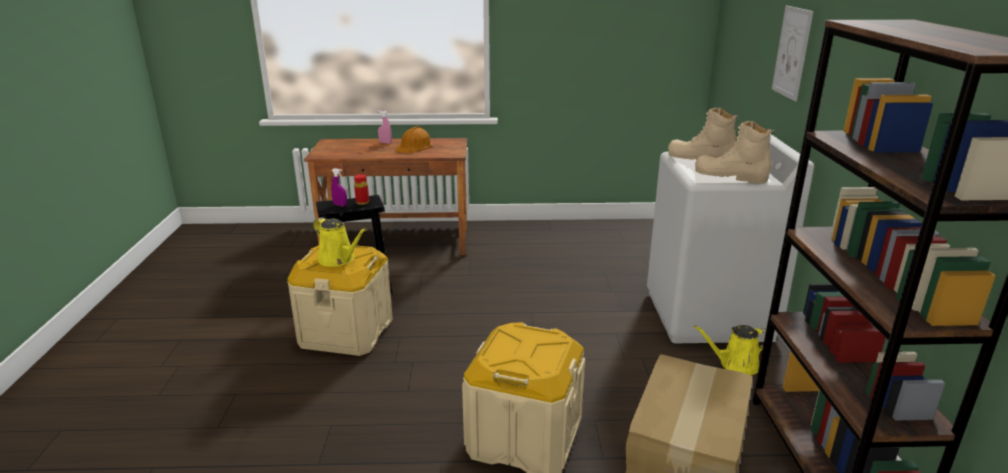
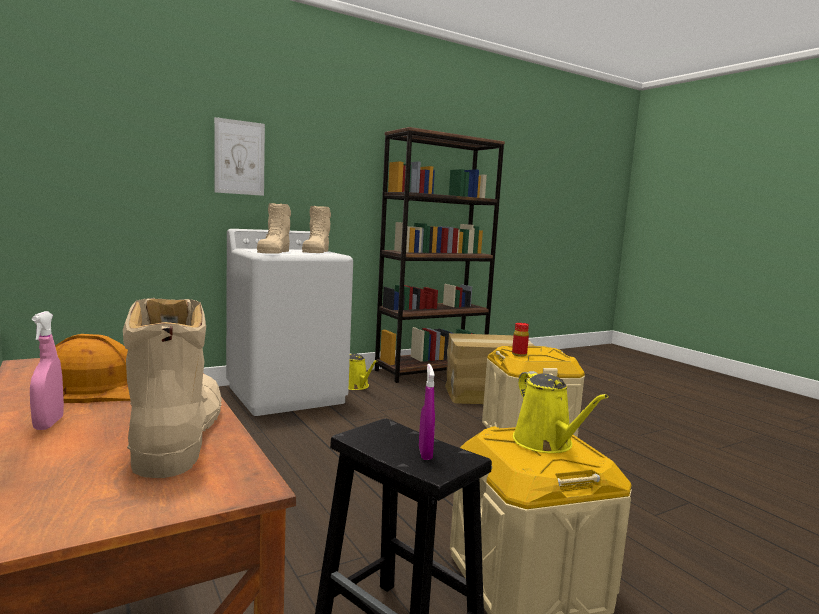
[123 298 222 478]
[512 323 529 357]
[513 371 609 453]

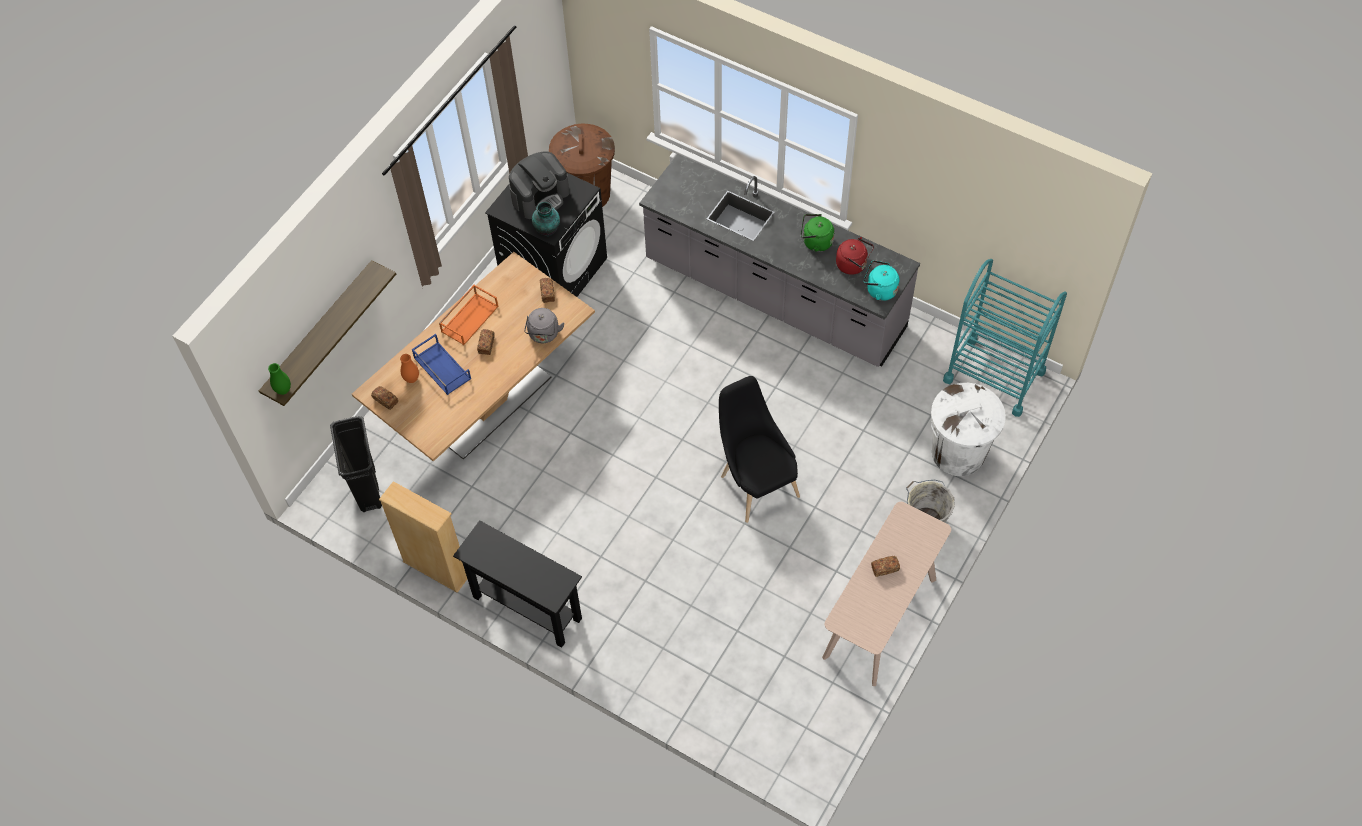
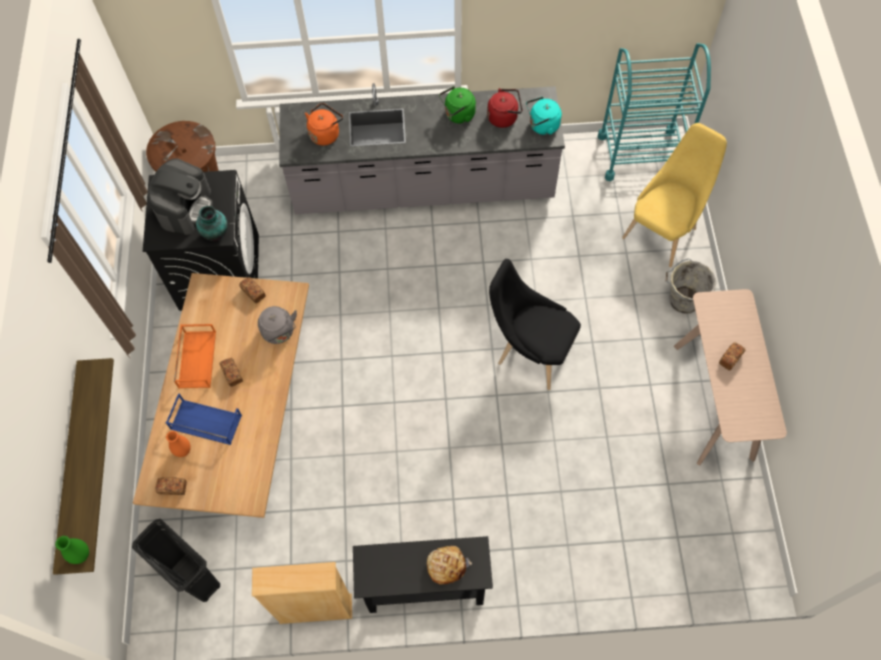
[305 103 343 145]
[427 546 472 585]
[622 123 727 267]

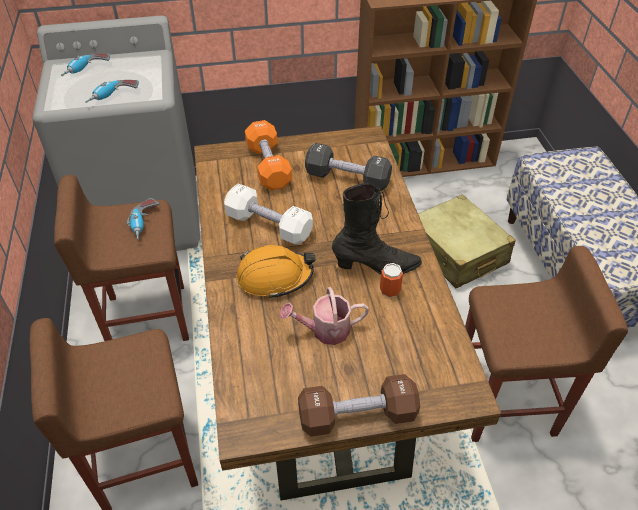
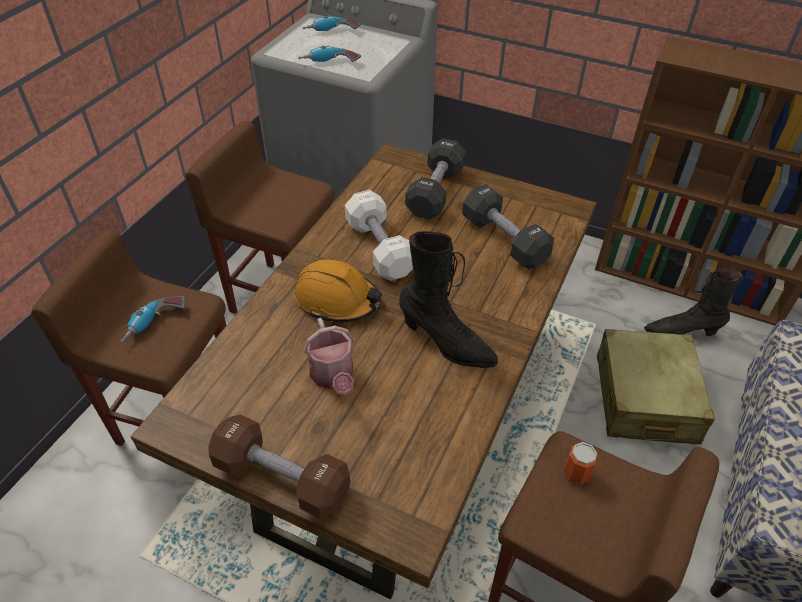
[644 267 743 336]
[120 296 185 342]
[564 442 598 485]
[405 138 466 219]
[304 318 354 395]

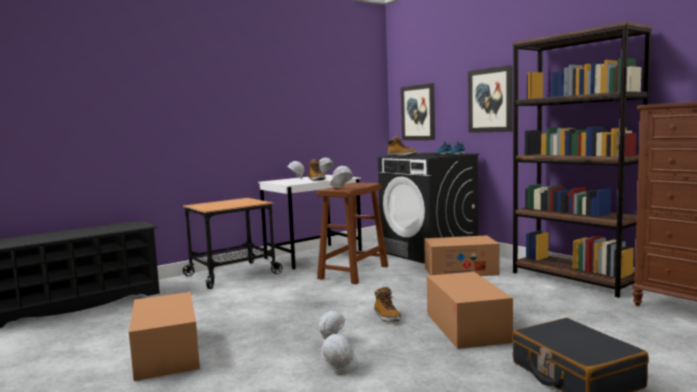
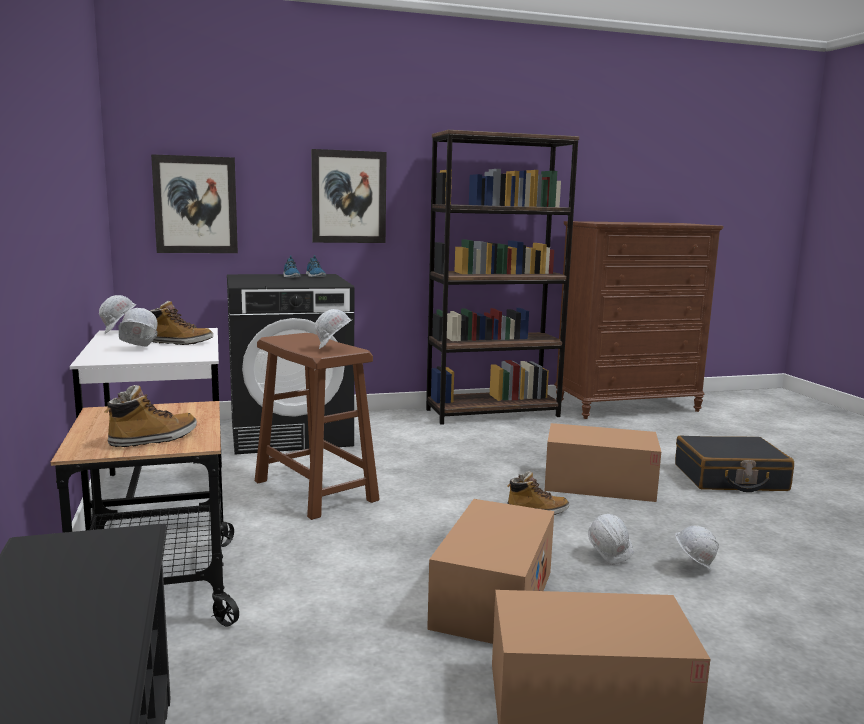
[105 385 197 447]
[427 499 554 644]

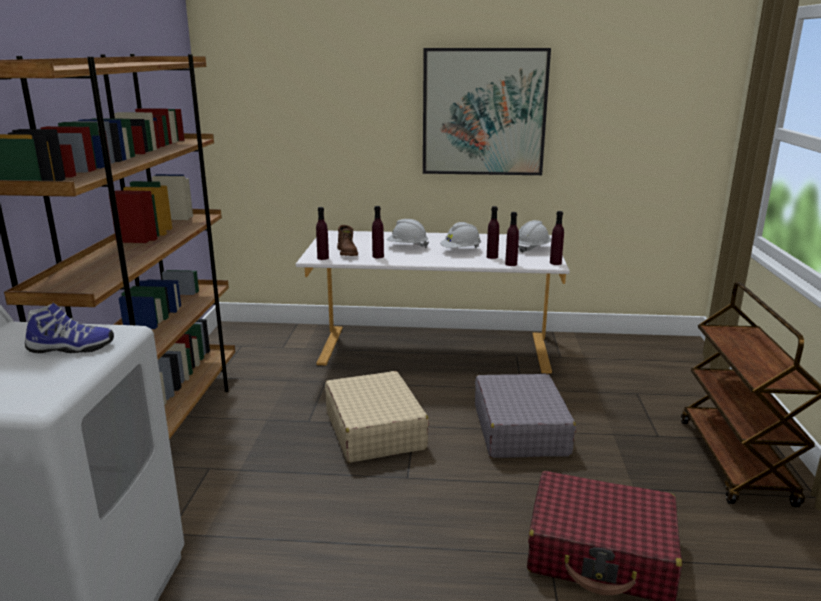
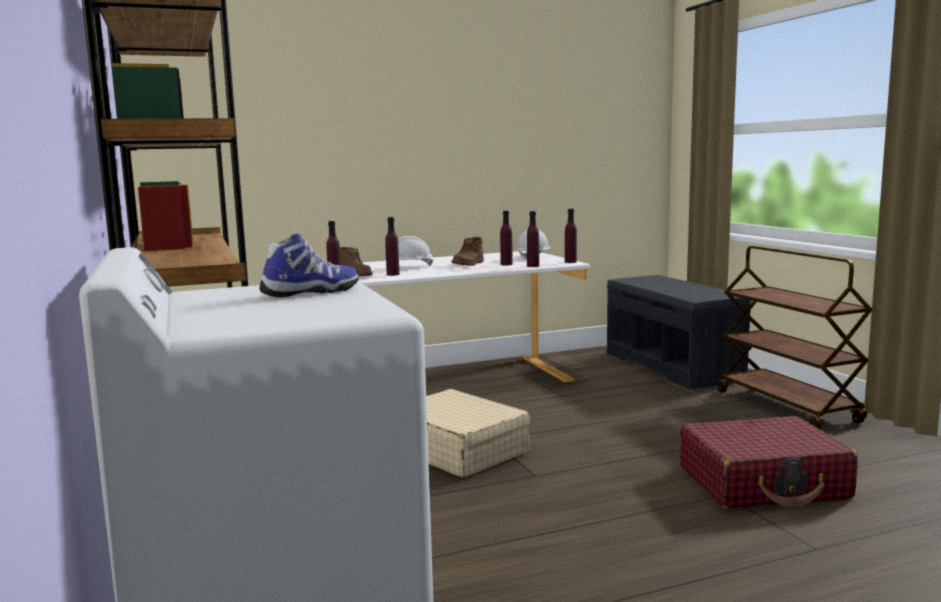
[423 48 551 175] (first image)
[475 374 576 458] (first image)
[607 275 752 390]
[451 237 484 266]

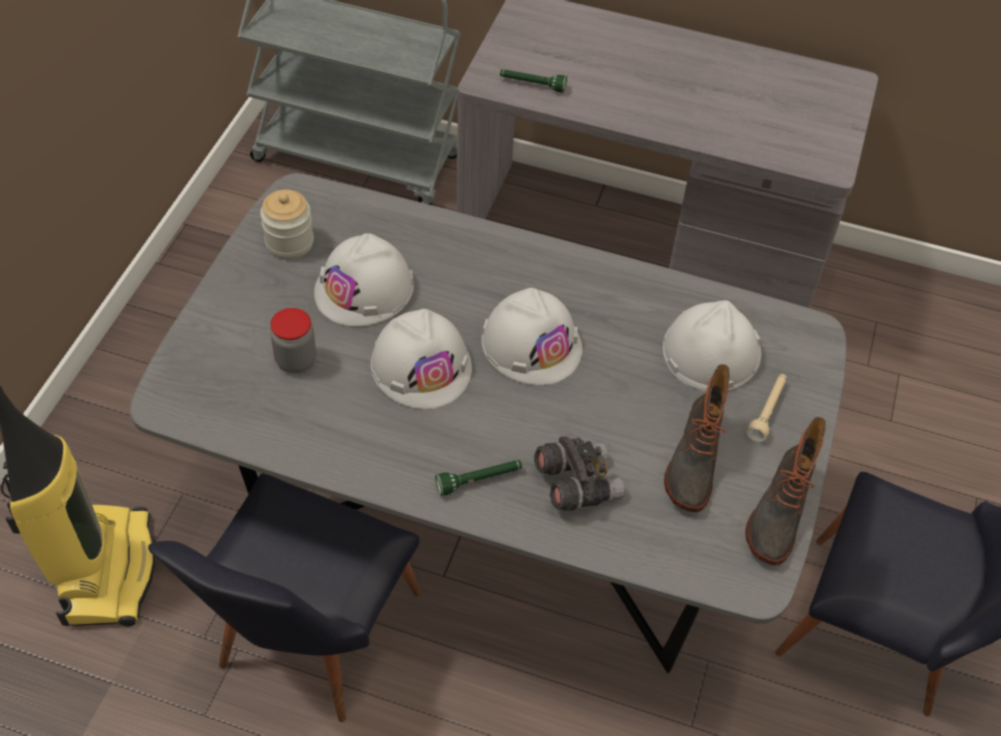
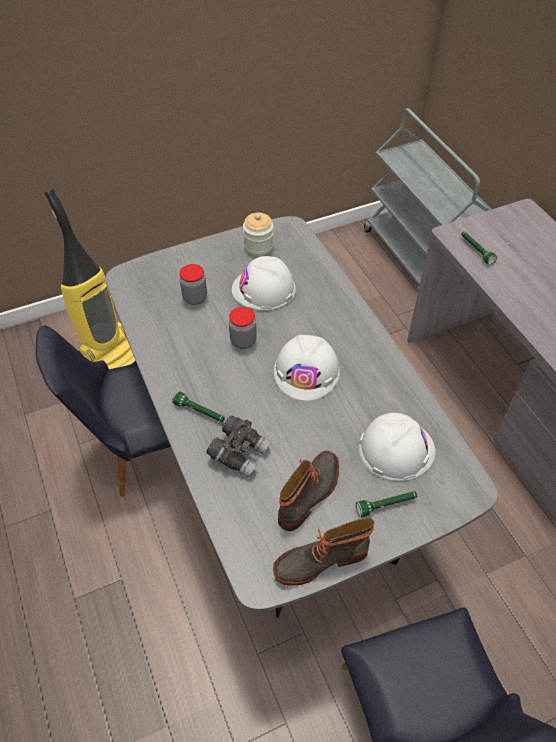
[229 307 257 349]
[356 491 417 517]
[278 450 339 531]

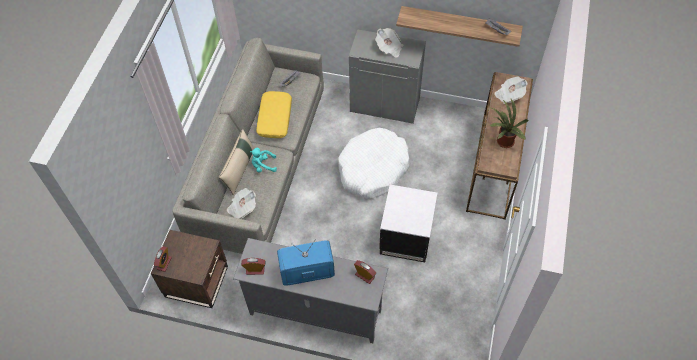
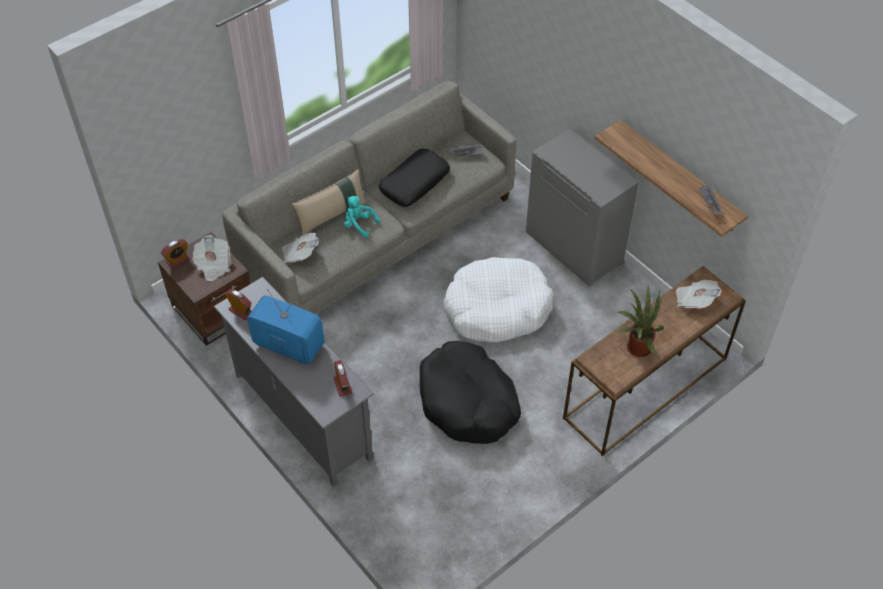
[192 235 231 281]
[420 341 521 444]
[379 149 450 207]

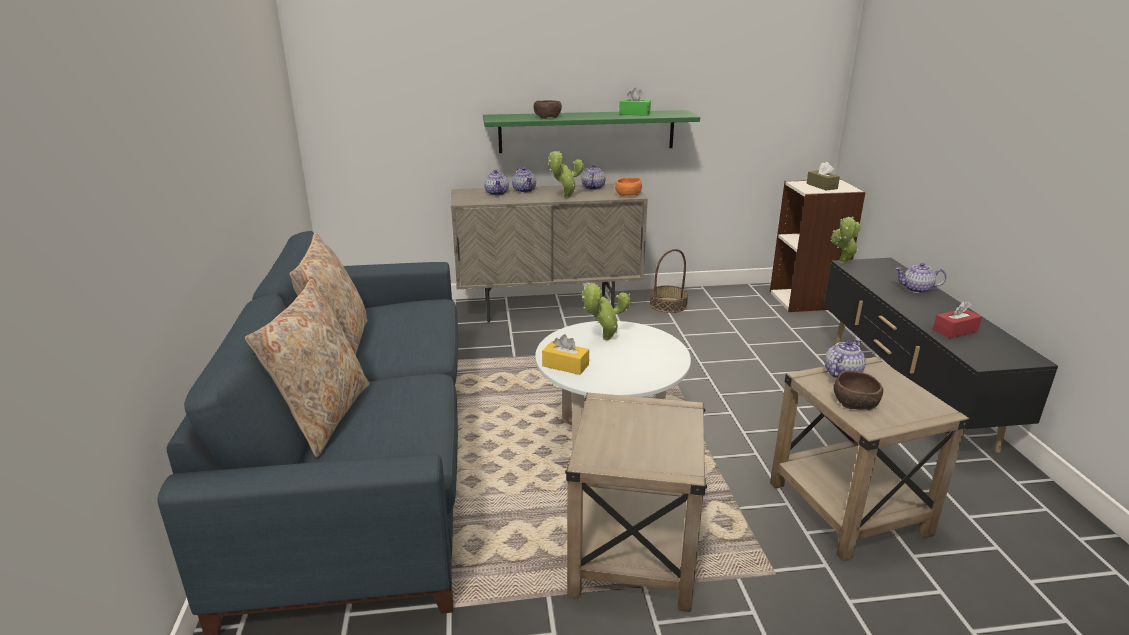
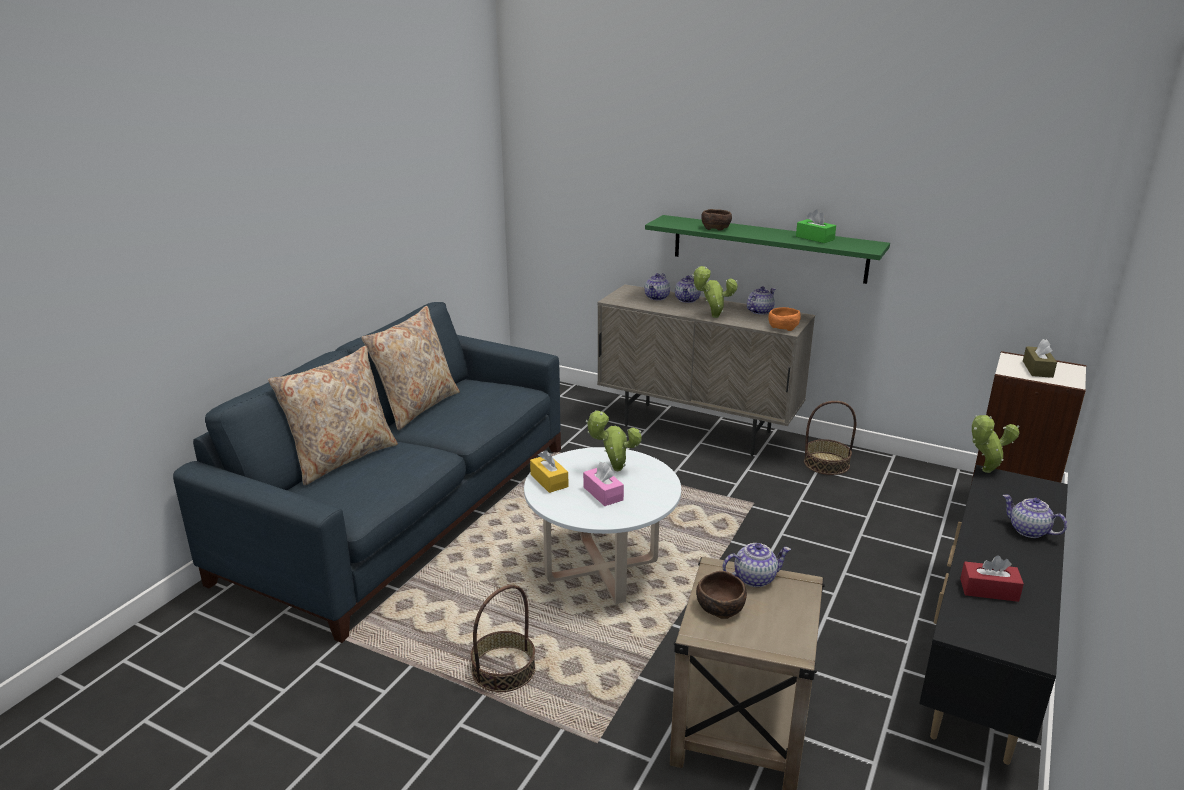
[583 462 624 506]
[470 585 535 692]

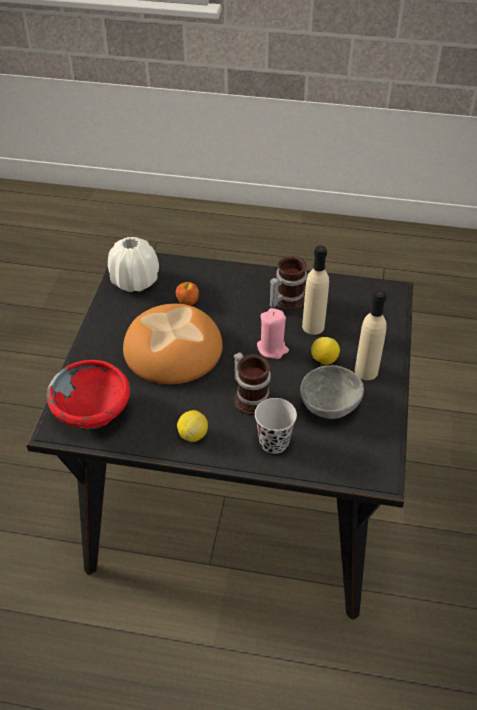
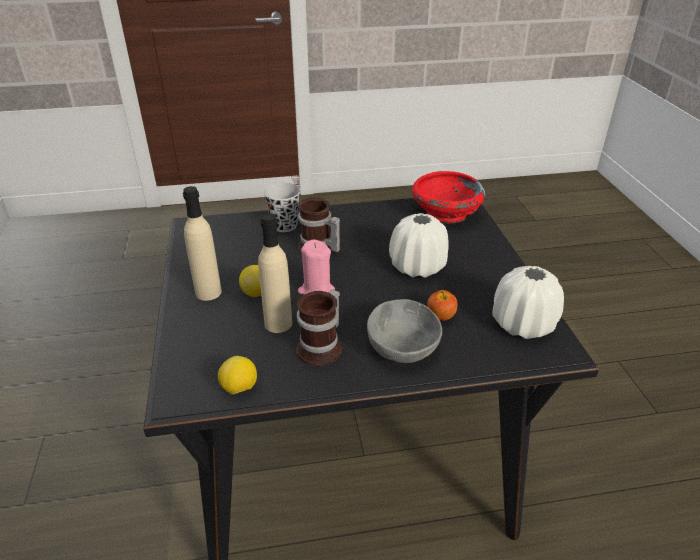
[218 356 257 394]
[367 299 442 363]
[389 213 449 278]

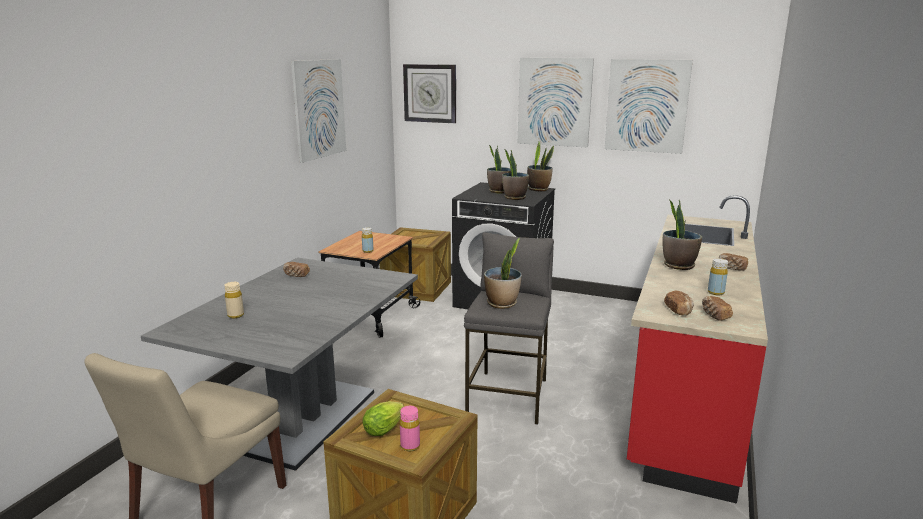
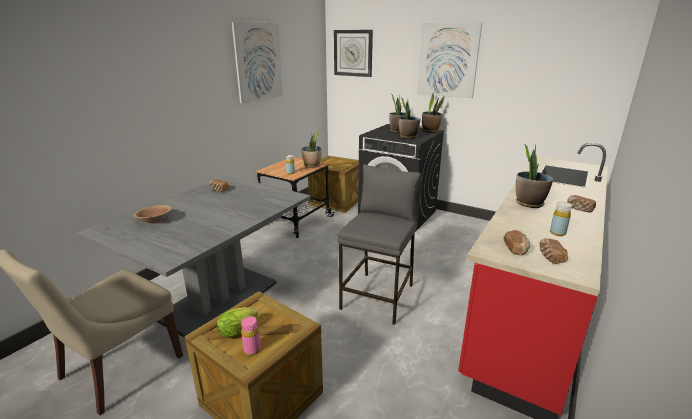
[605 59 693 154] (first image)
[301 129 322 168]
[133 205 172 223]

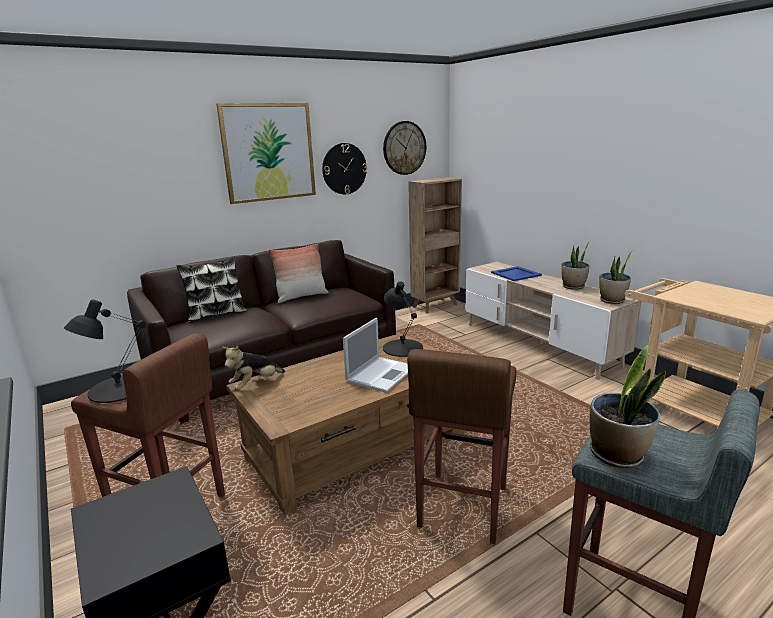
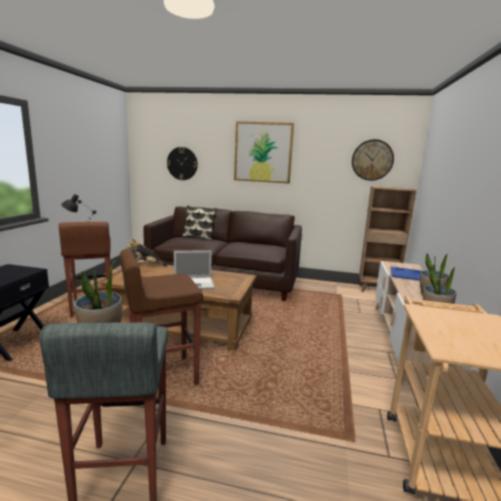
[268 243 328 303] (first image)
[383 281 423 357] (first image)
[167 147 198 180]

